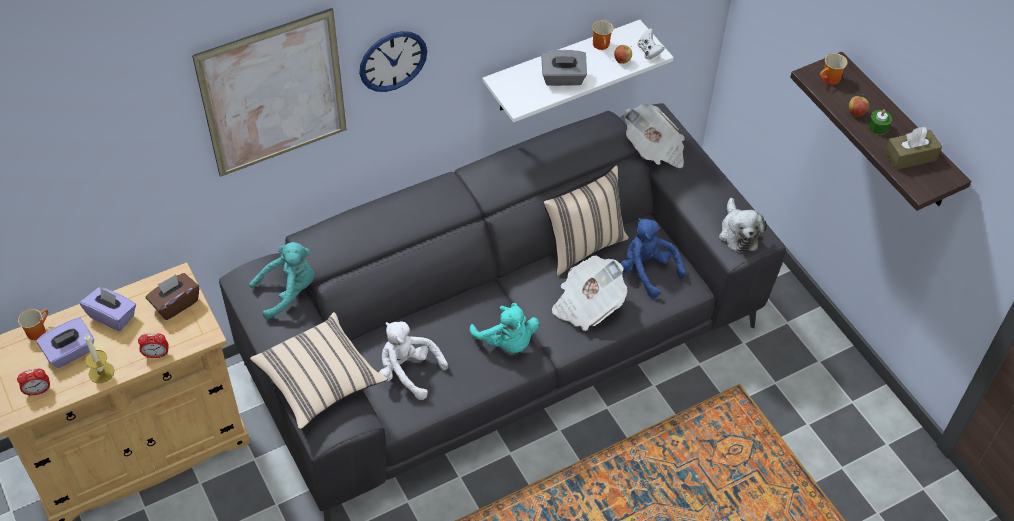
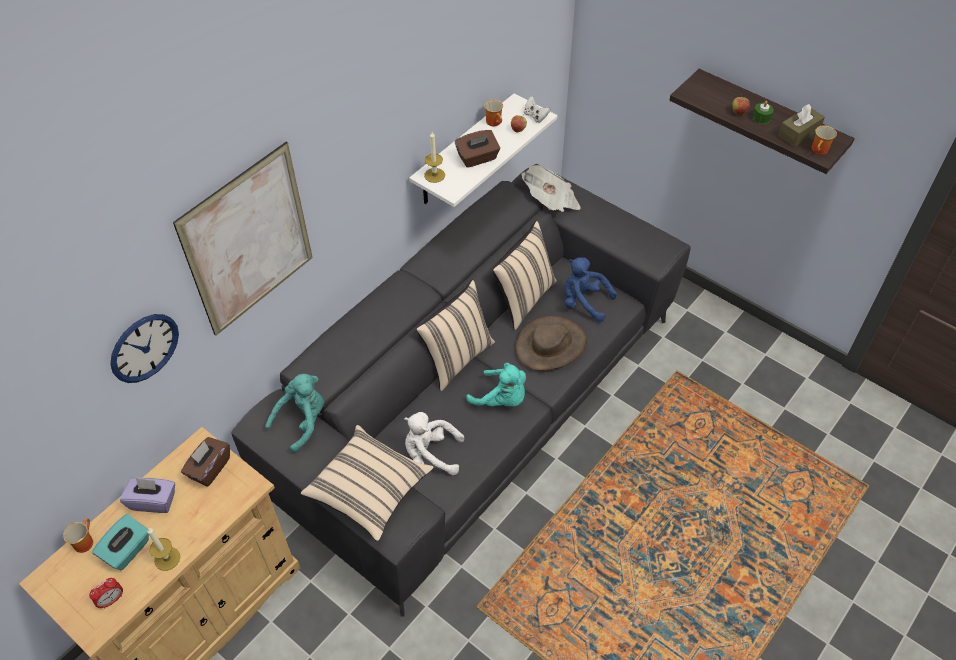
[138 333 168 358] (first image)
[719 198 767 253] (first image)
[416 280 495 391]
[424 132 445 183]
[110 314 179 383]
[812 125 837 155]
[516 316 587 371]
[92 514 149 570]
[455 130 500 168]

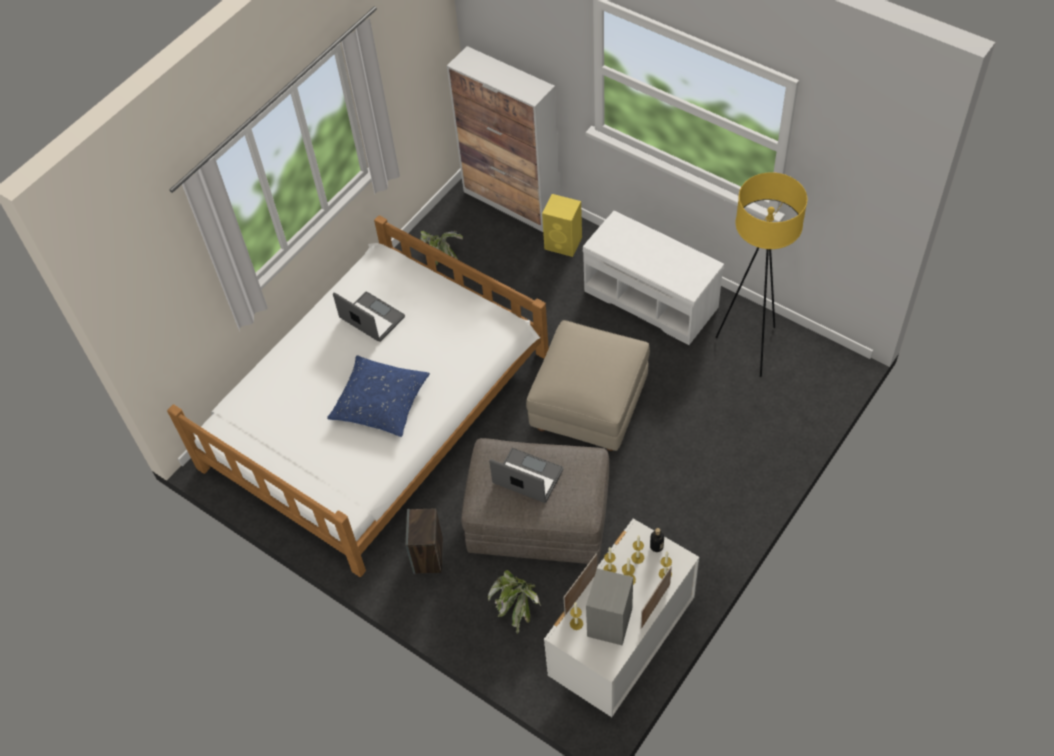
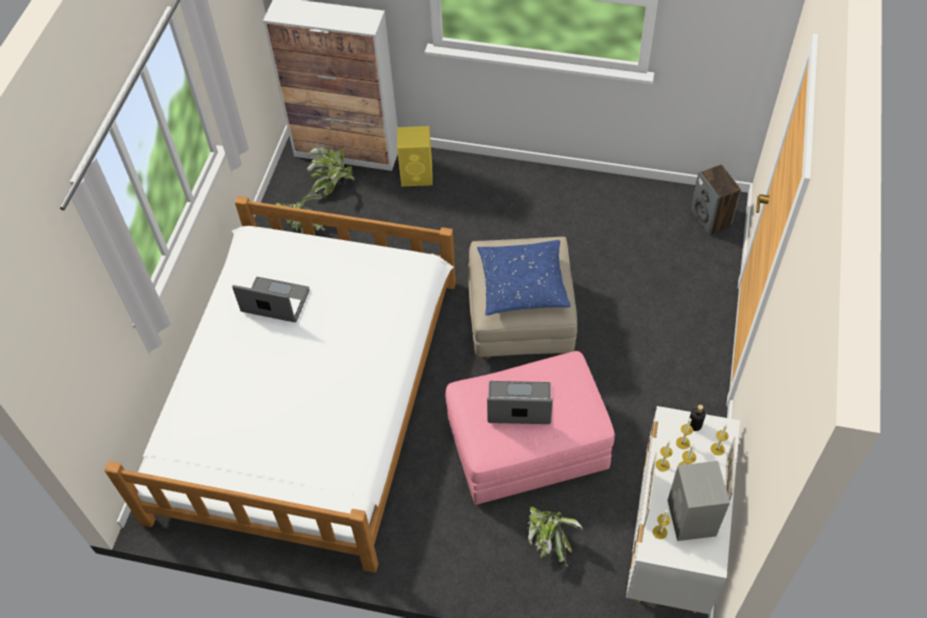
[583 211 724 345] (first image)
[715 172 807 377] (first image)
[307 147 355 196]
[477 240 571 316]
[690 164 741 235]
[445 351 615 505]

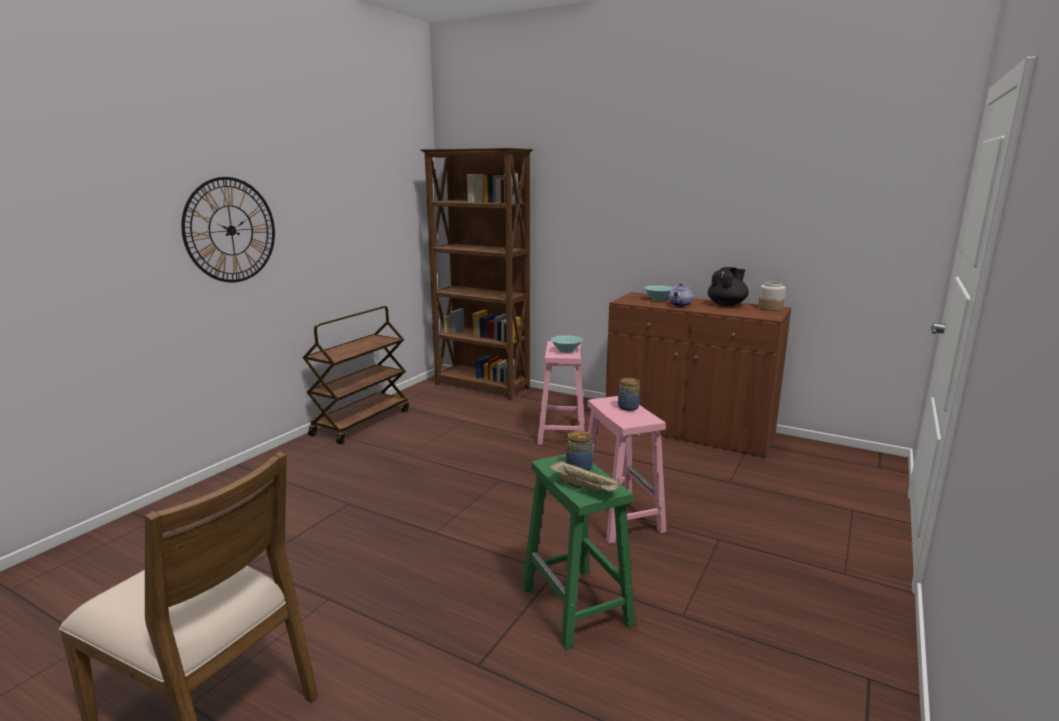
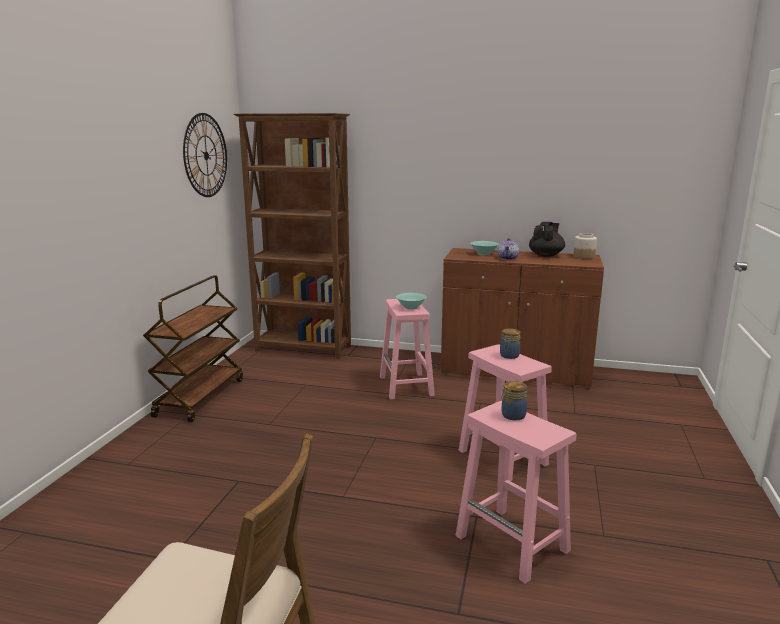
[549 461 620 492] (first image)
[183 113 227 197]
[456 401 577 584]

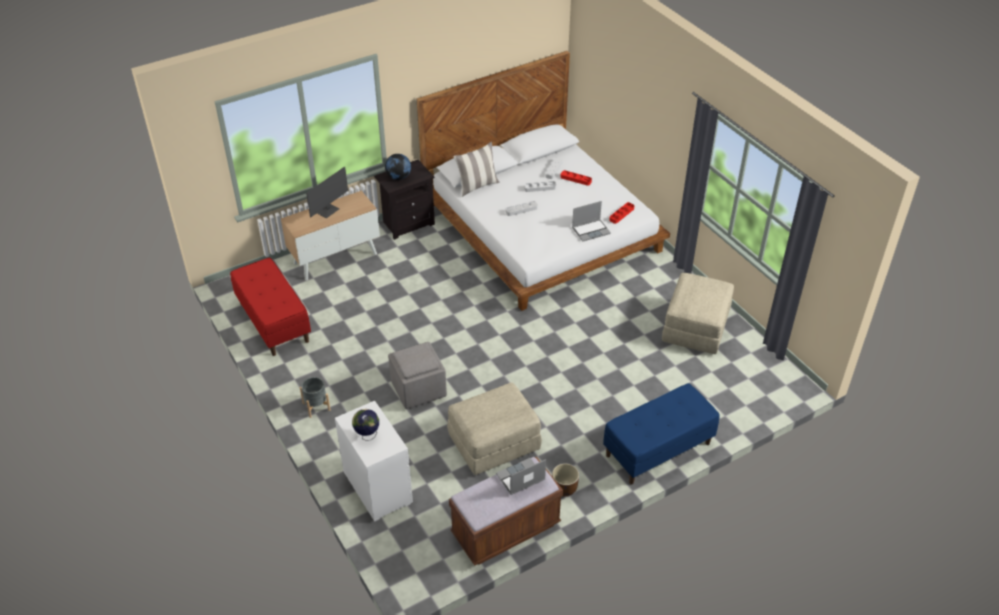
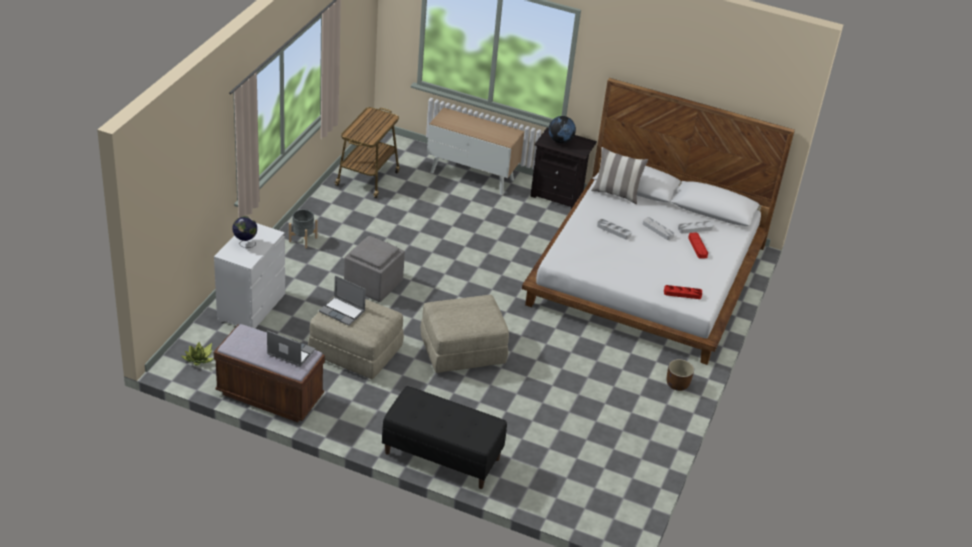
[306 167 348 218] (first image)
[181 342 214 366]
[667 359 694 391]
[319 275 366 326]
[420 295 509 373]
[334 107 400 198]
[382 386 507 489]

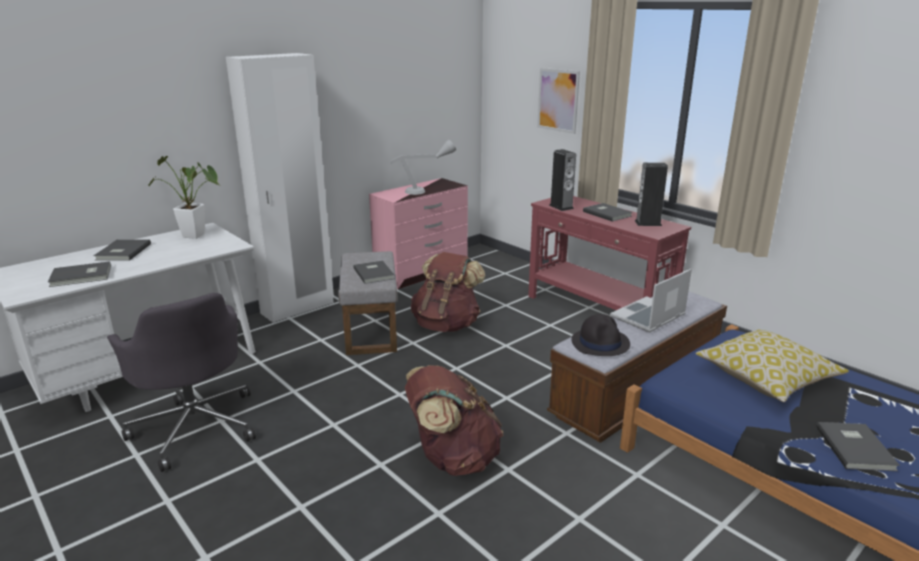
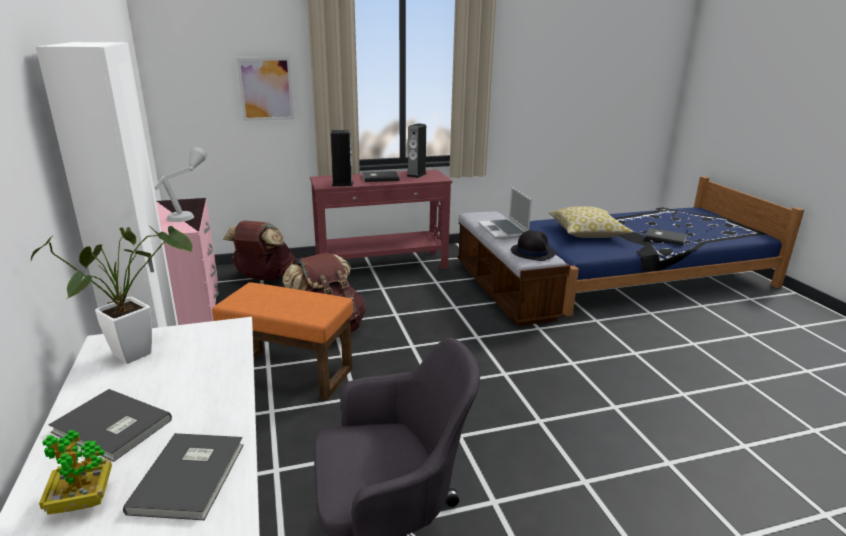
[353 261 395 284] (first image)
[39 430 112 515]
[223 221 296 280]
[212 282 353 401]

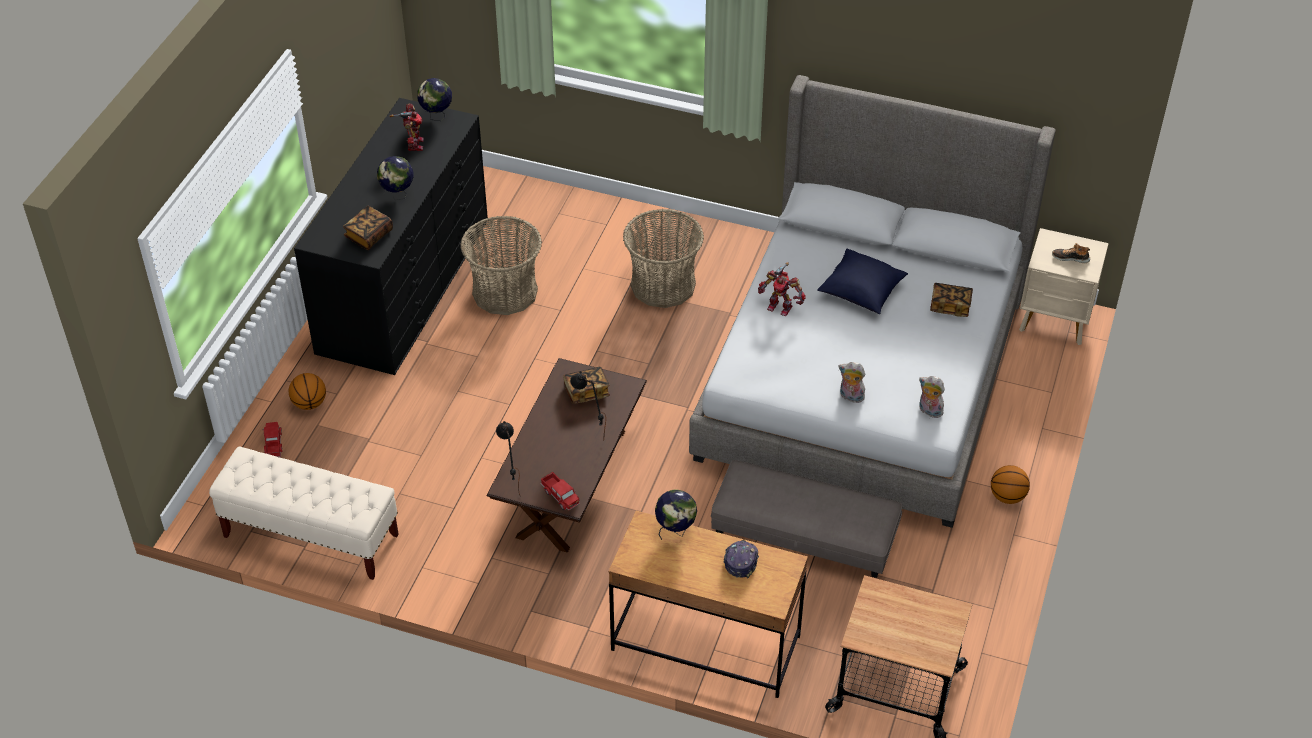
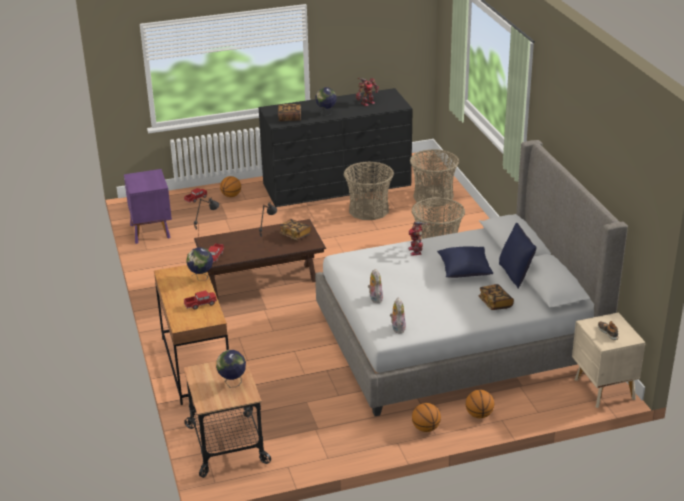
[711 460 902 578] (first image)
[410 149 459 206]
[466 390 494 418]
[499 223 537 289]
[216 350 246 387]
[124 169 172 244]
[184 290 217 309]

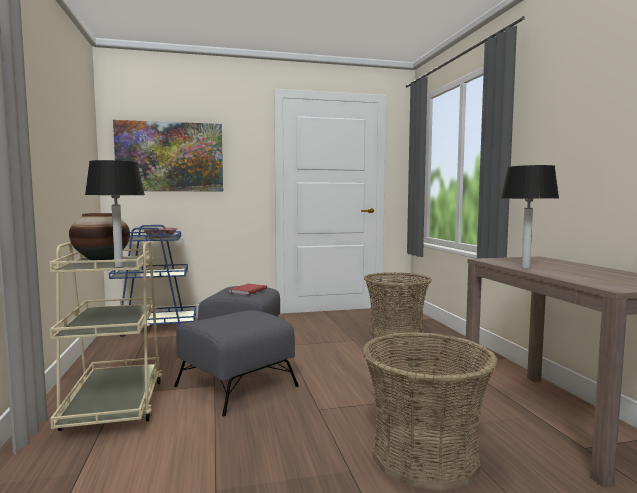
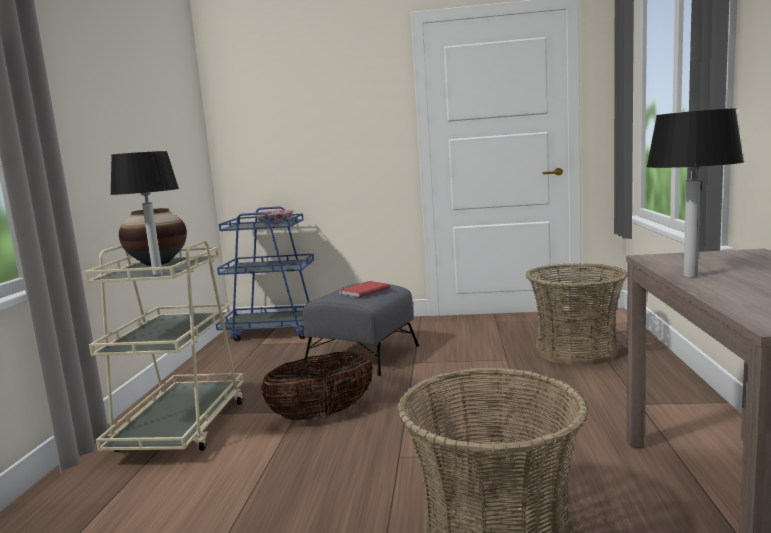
[113 120 223 192] (first image)
[261 352 373 420]

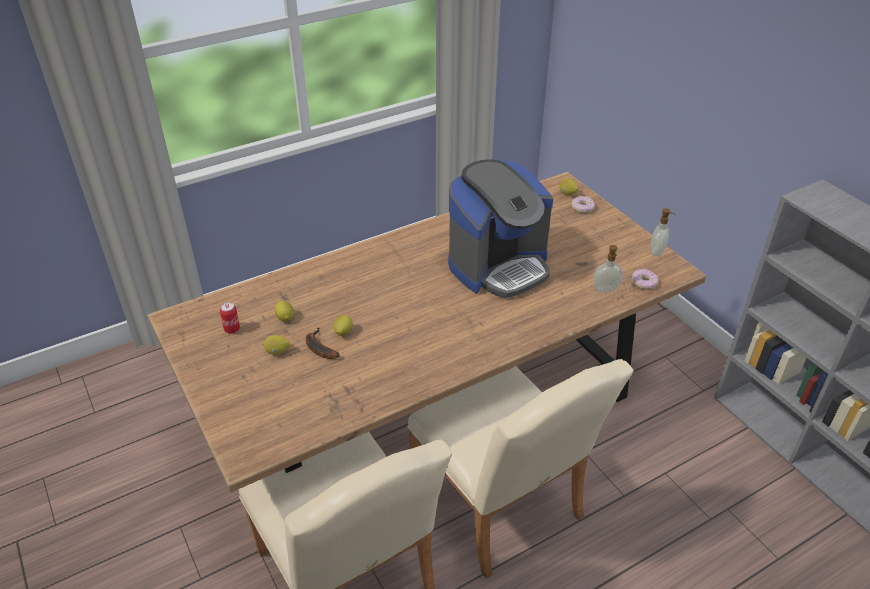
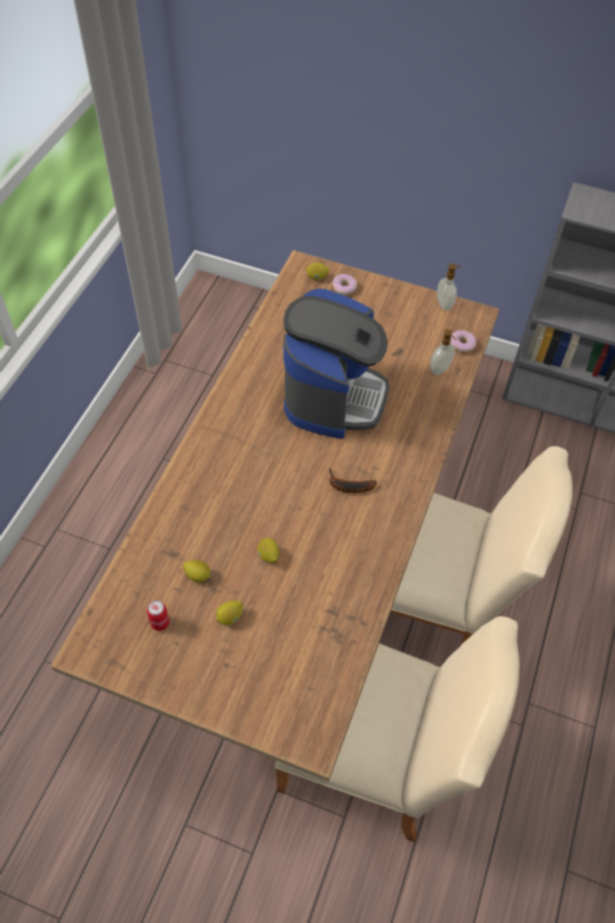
[329 468 377 493]

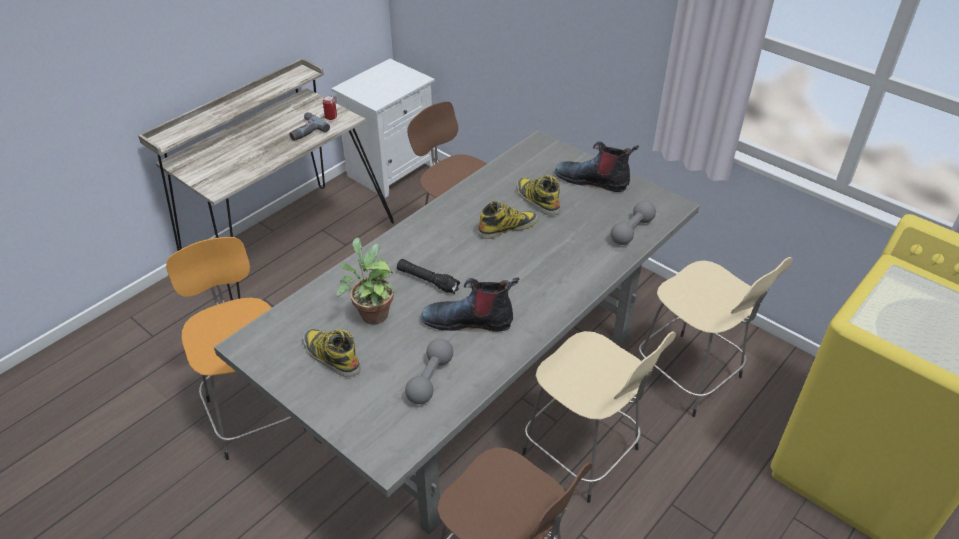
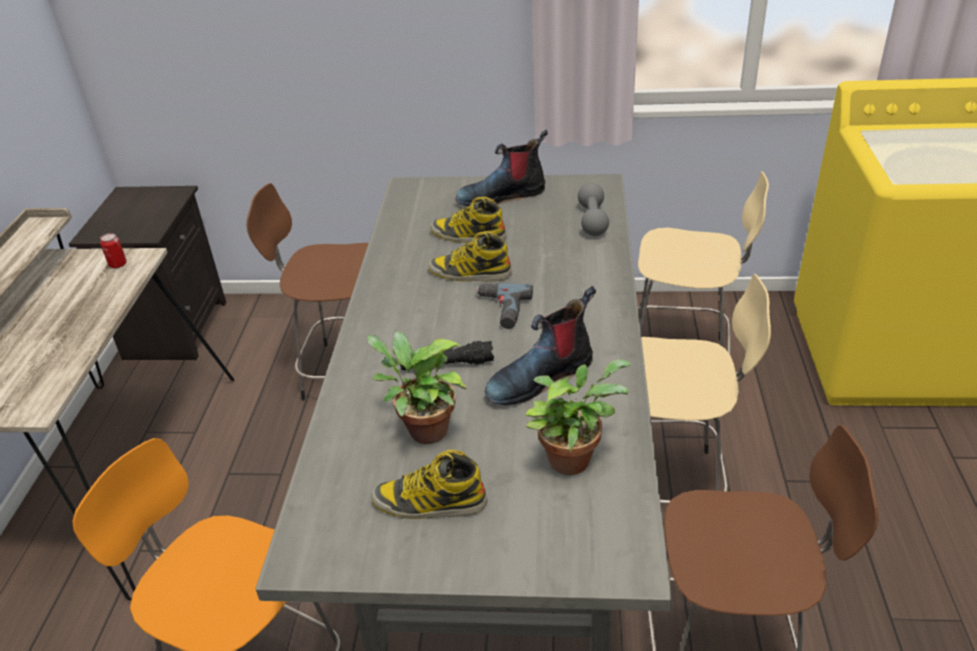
[476 283 533 329]
[525 359 632 475]
[69 186 226 360]
[428 231 512 281]

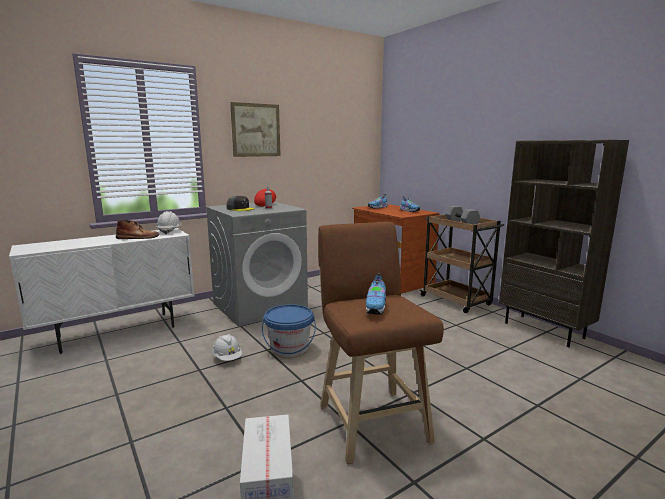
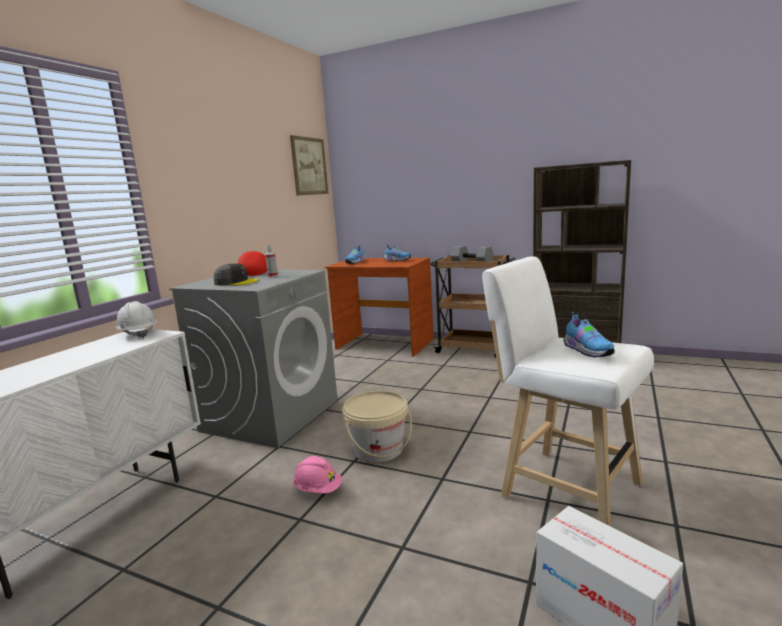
[116 220 160 239] (first image)
[290 135 328 195]
[293 456 342 493]
[342 391 412 463]
[482 256 654 527]

